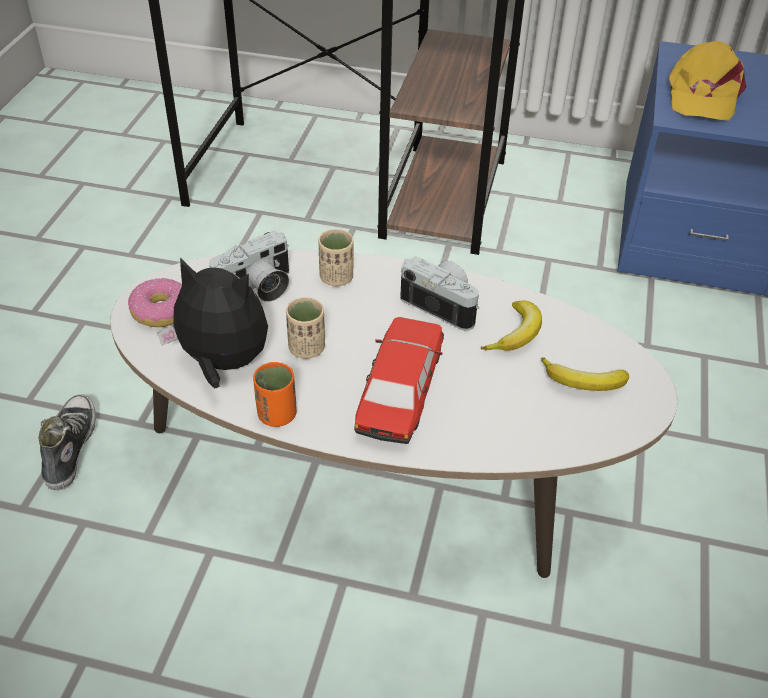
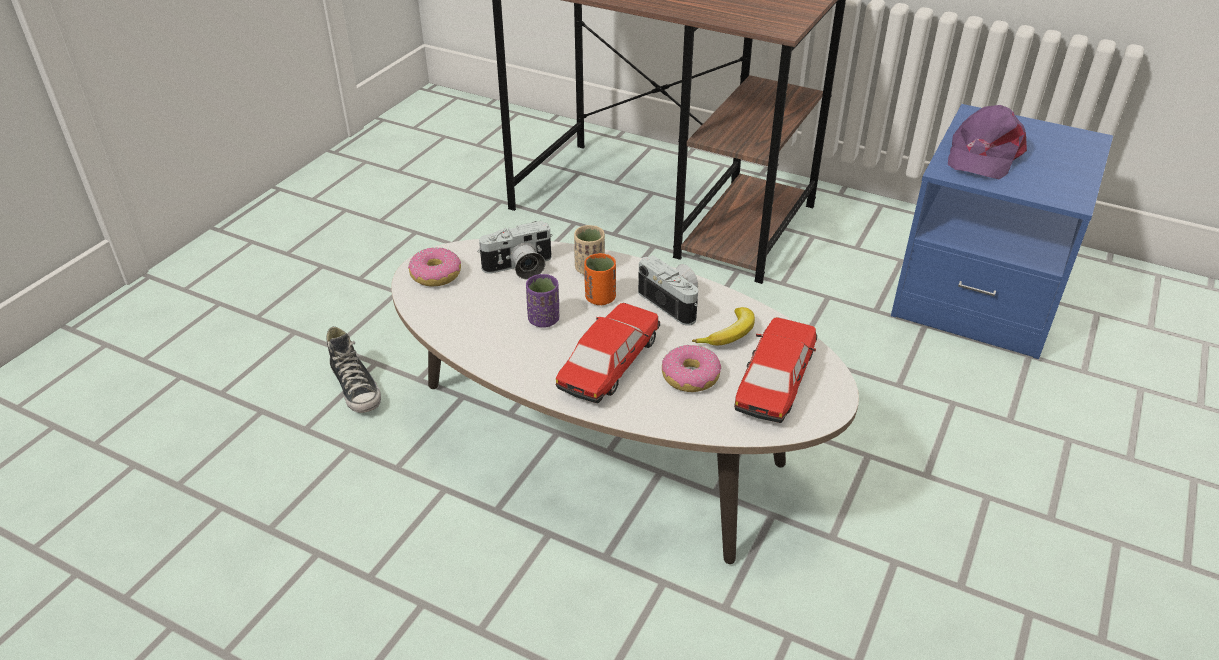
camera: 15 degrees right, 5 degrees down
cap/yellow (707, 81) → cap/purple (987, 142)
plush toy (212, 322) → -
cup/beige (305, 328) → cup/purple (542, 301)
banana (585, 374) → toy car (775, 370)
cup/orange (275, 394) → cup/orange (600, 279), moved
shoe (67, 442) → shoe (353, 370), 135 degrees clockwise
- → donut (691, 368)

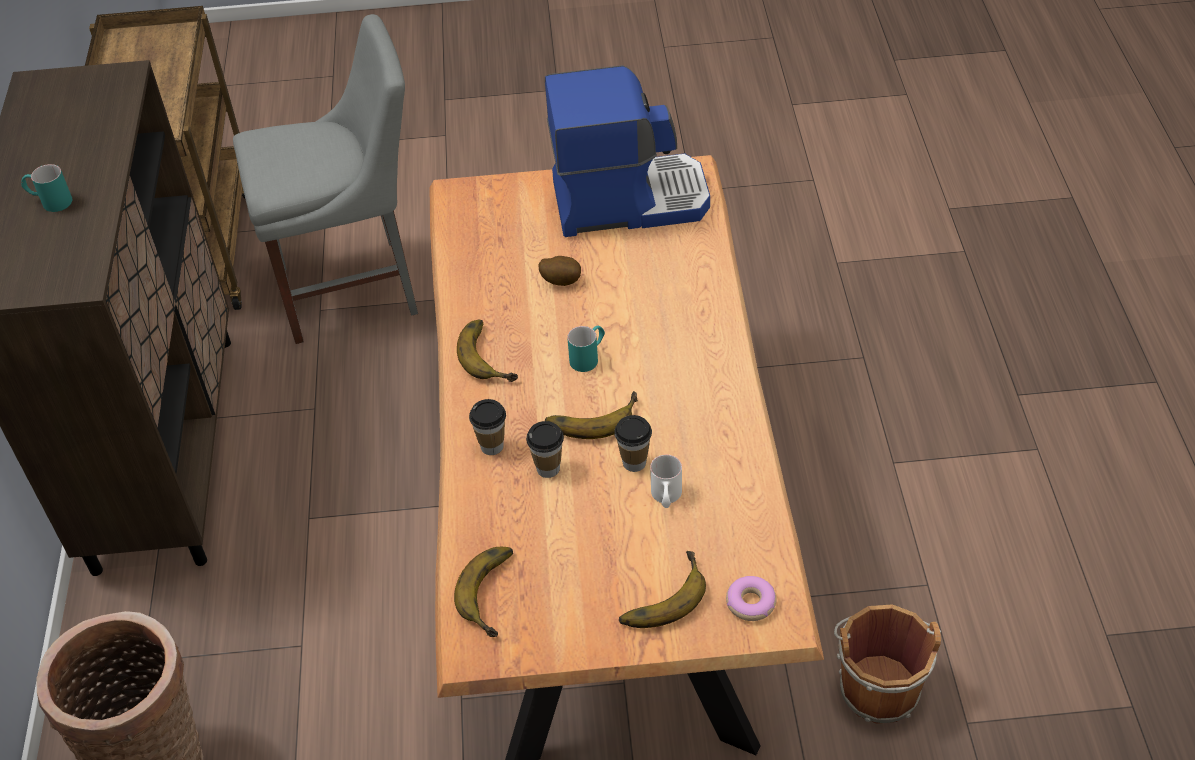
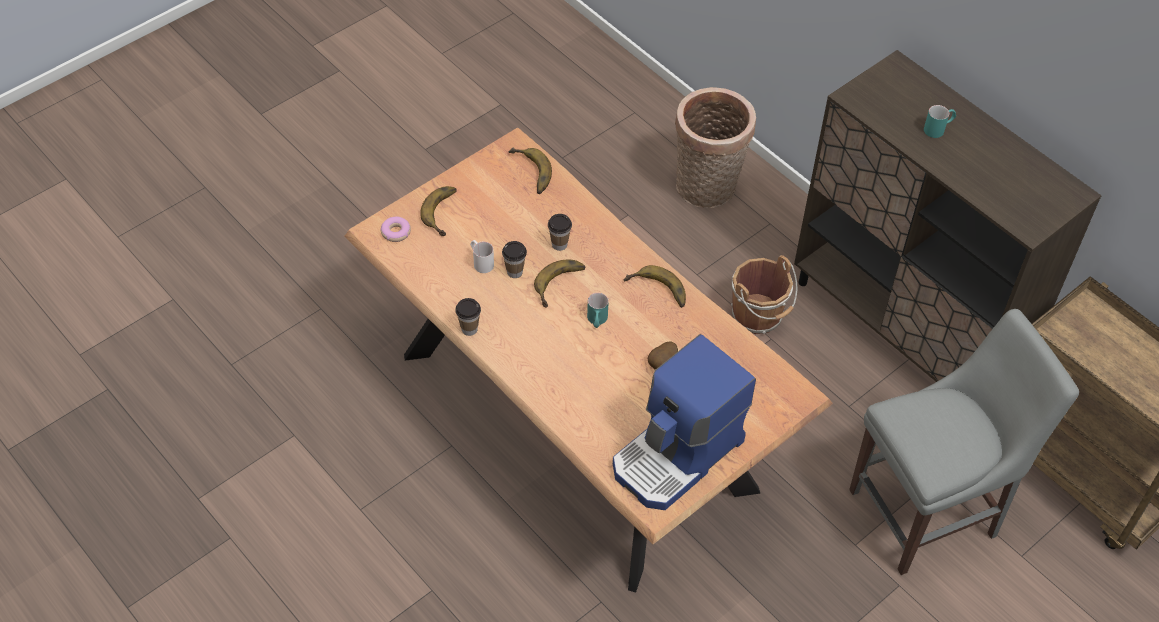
camera: 140 degrees right, 5 degrees up
chair/grey (325, 179) → chair/grey (964, 442), 150 degrees counterclockwise
cup (487, 427) → cup (468, 317), moved
bucket/brown (887, 664) → bucket/brown (764, 294), moved

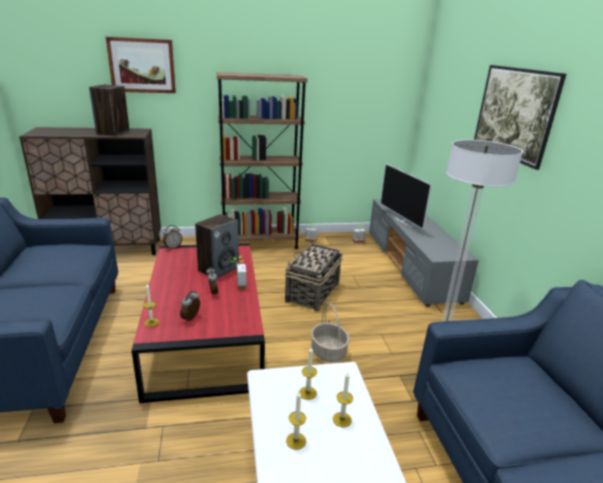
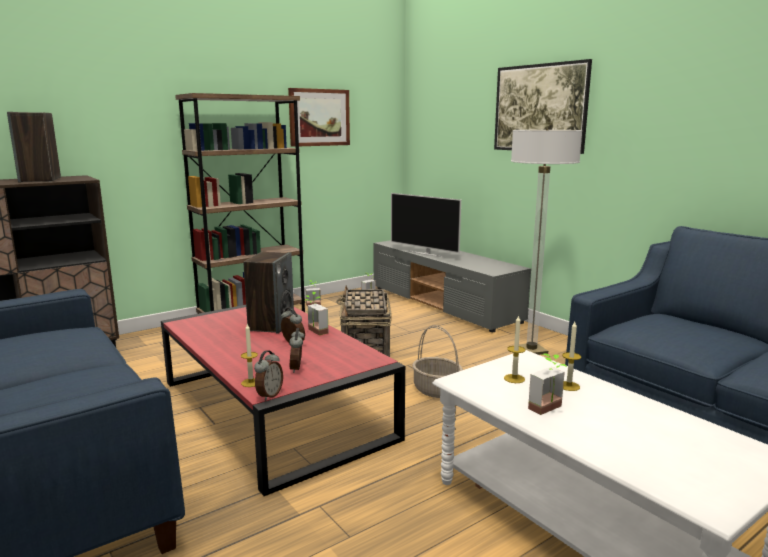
camera: 25 degrees left, 10 degrees down
picture (141, 65) → picture (319, 117), moved
alarm clock (172, 237) → alarm clock (268, 375), moved
candle (296, 421) → potted plant (547, 384)

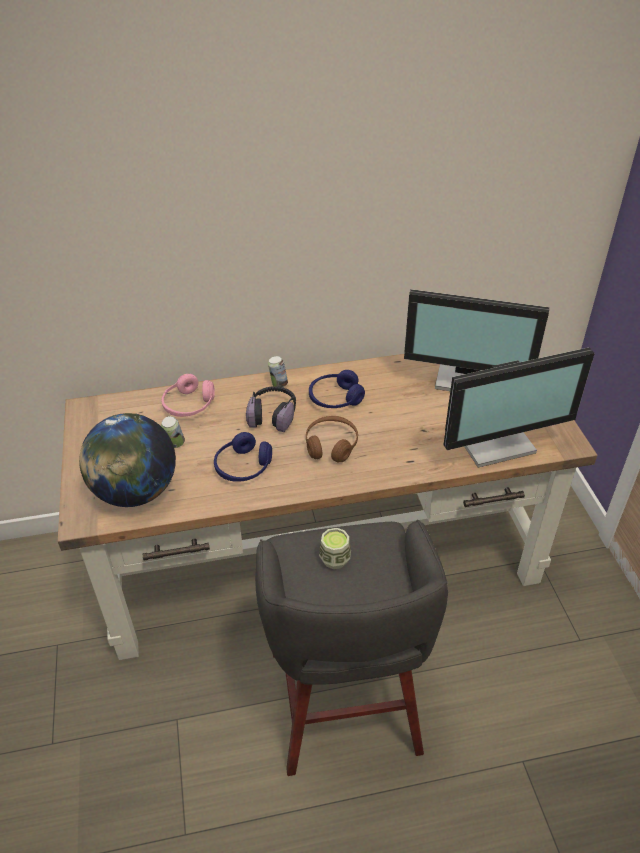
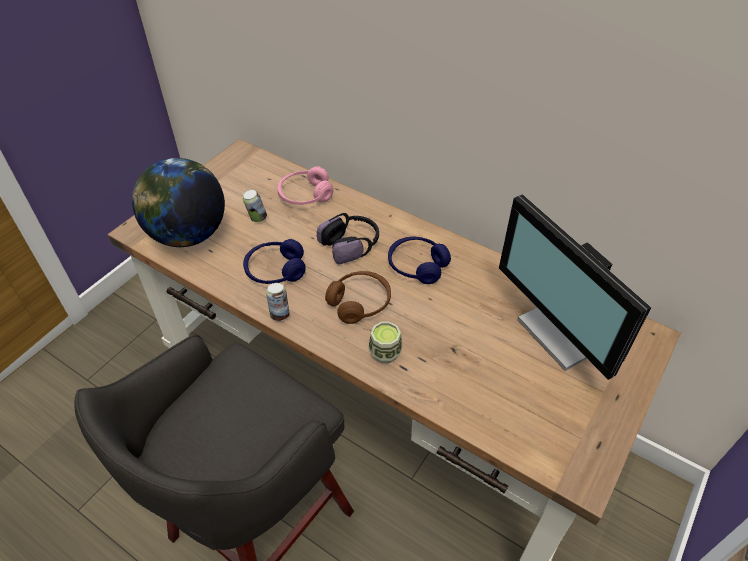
camera: 45 degrees right, 5 degrees up
monitor (519, 408) → -
can (278, 371) → can (278, 302), moved
cup (335, 548) → cup (385, 342), moved

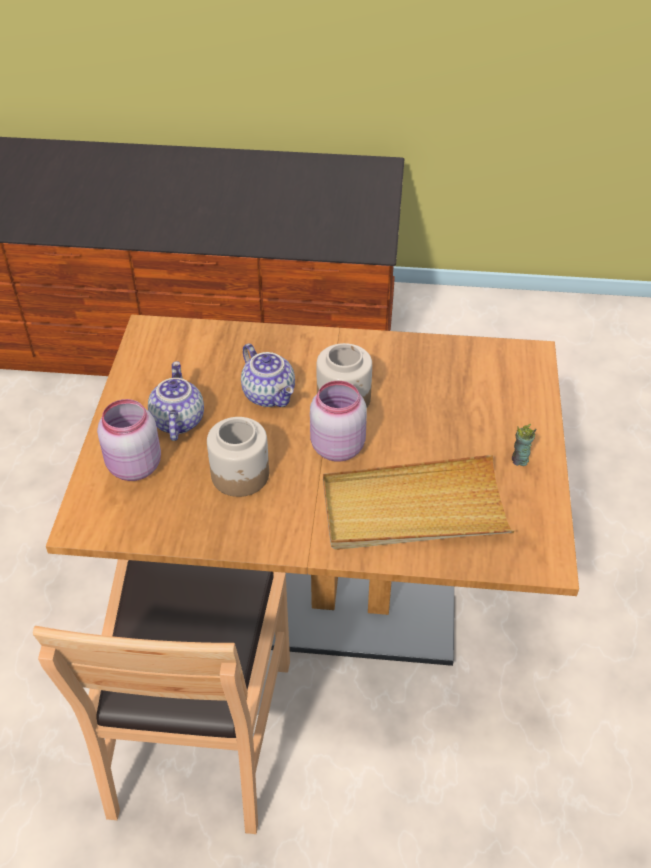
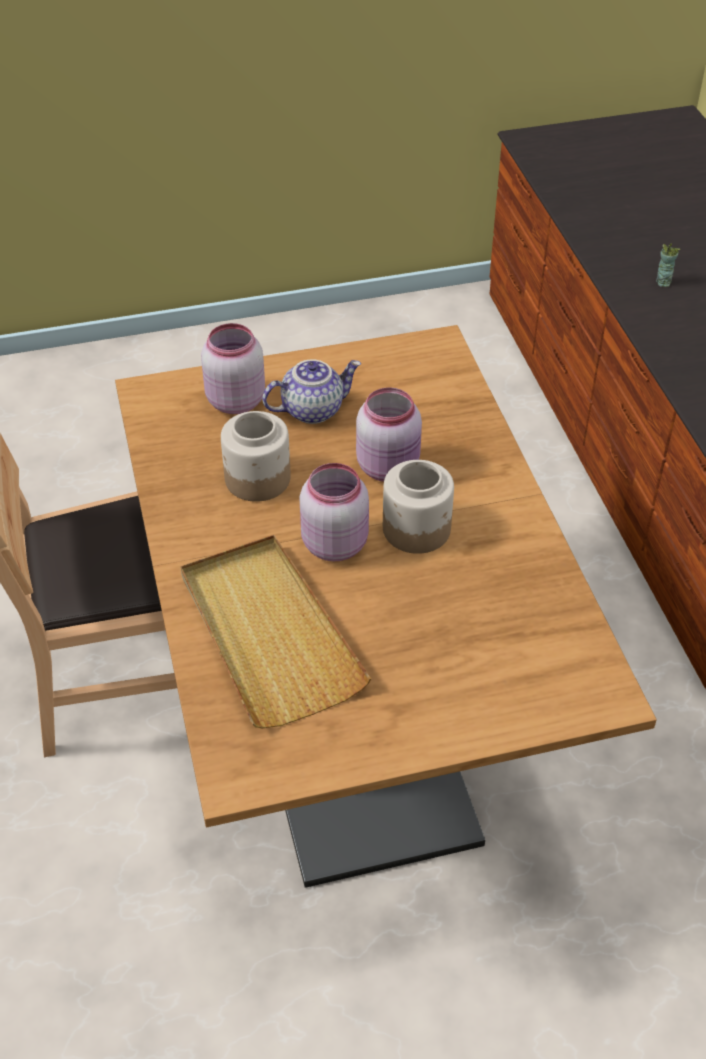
camera: 70 degrees right, 0 degrees up
teapot (268, 375) → jar/pink (389, 434)
cup (524, 445) → cup (668, 265), moved

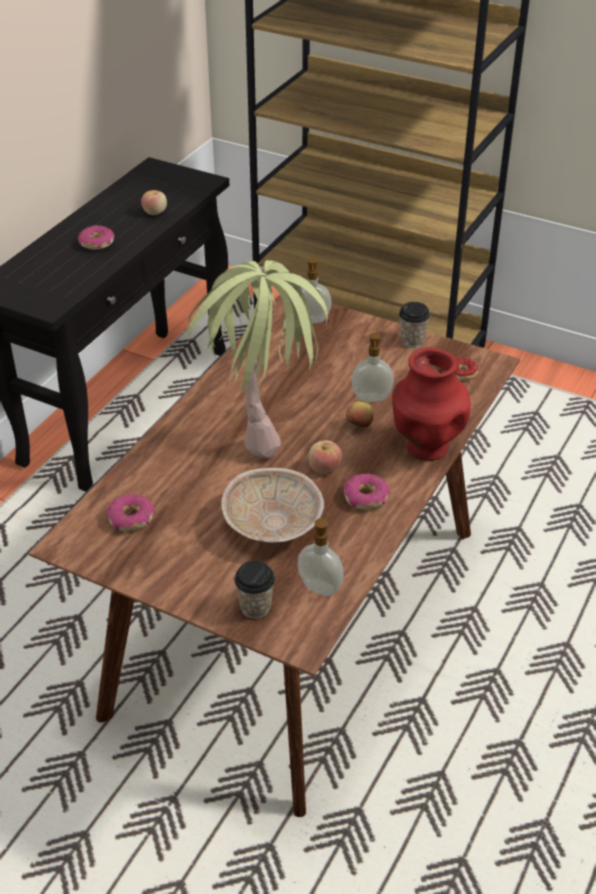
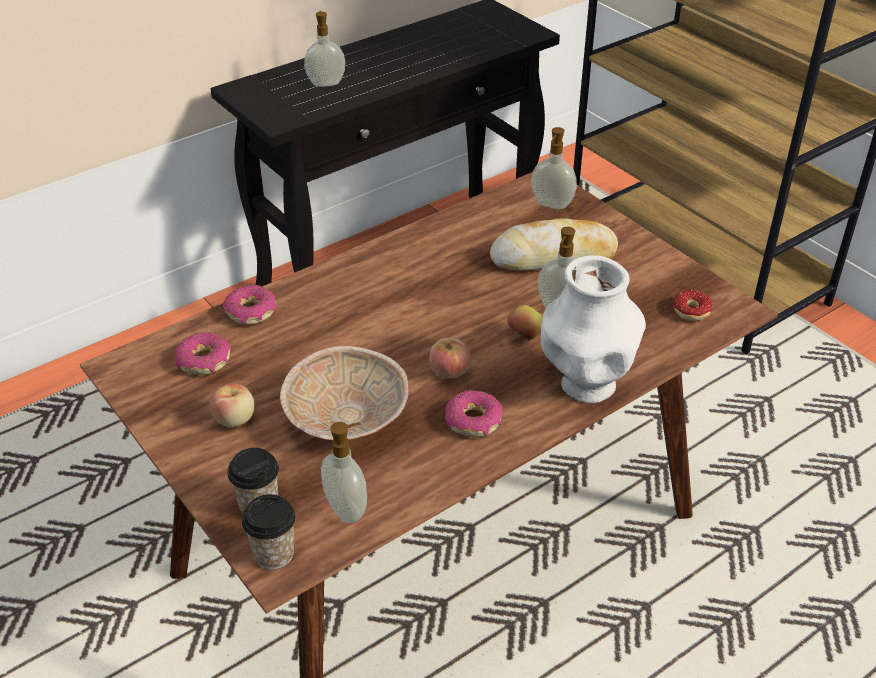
camera: 25 degrees right, 0 degrees up
apple (154, 202) → apple (232, 405), moved
donut (96, 237) → donut (249, 305), moved
potted plant (258, 359) → -
cup (414, 325) → cup (269, 531), moved
vase/red (431, 404) → vase/white (593, 329)
- → soap dispenser (324, 49)
- → bread (554, 244)

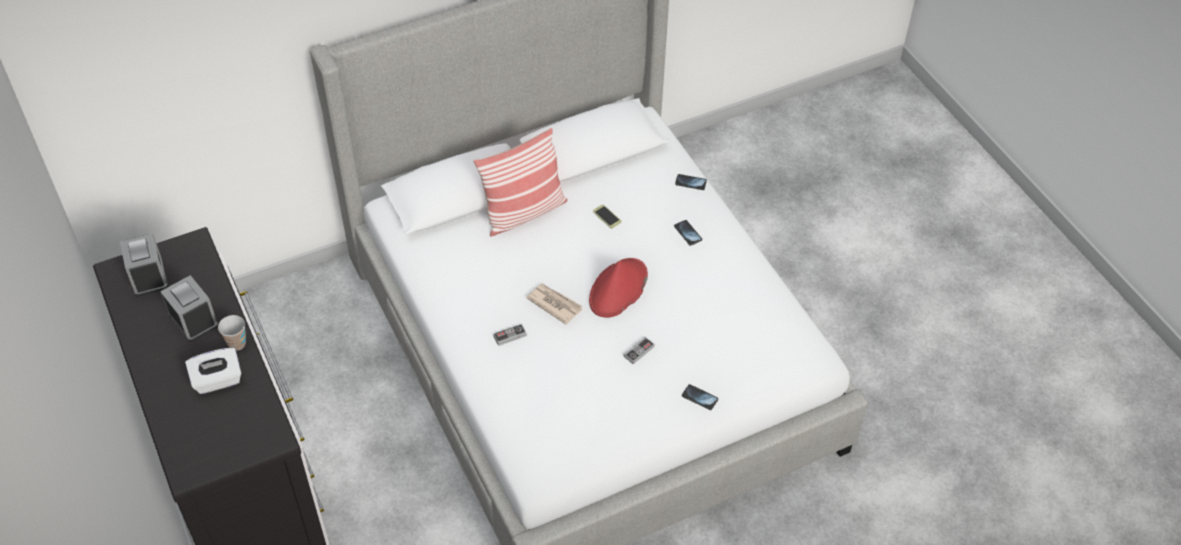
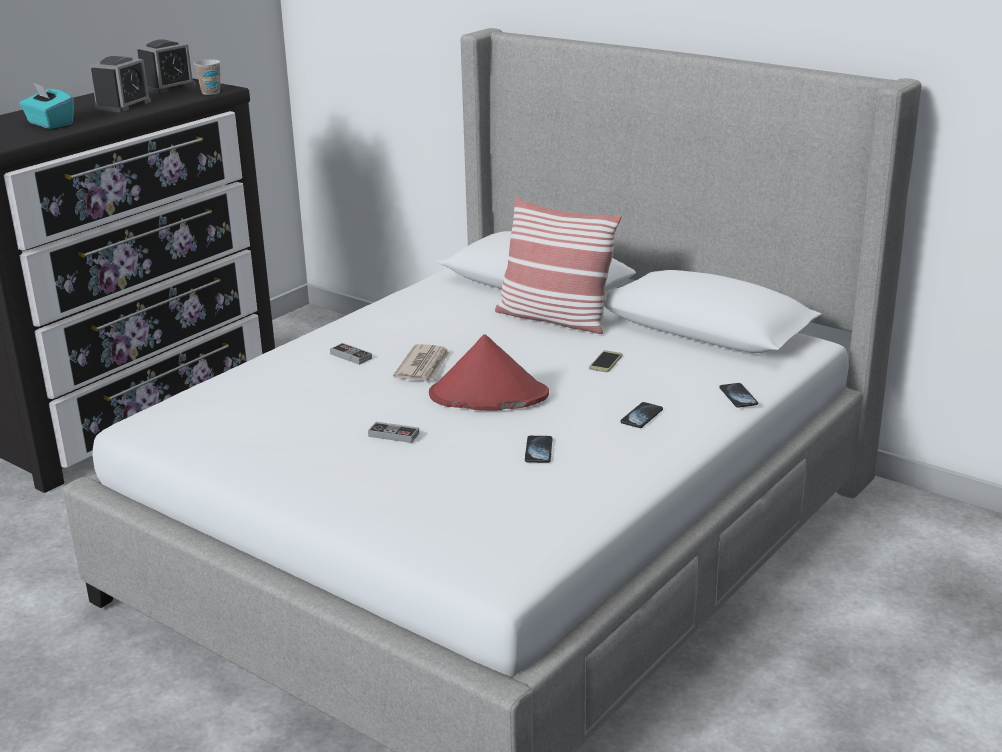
camera: 65 degrees right, 25 degrees down
cup (232, 333) → cup (207, 77), moved
tissue box/white (213, 371) → tissue box/turquoise (47, 106)
phone (700, 397) → phone (538, 449), moved

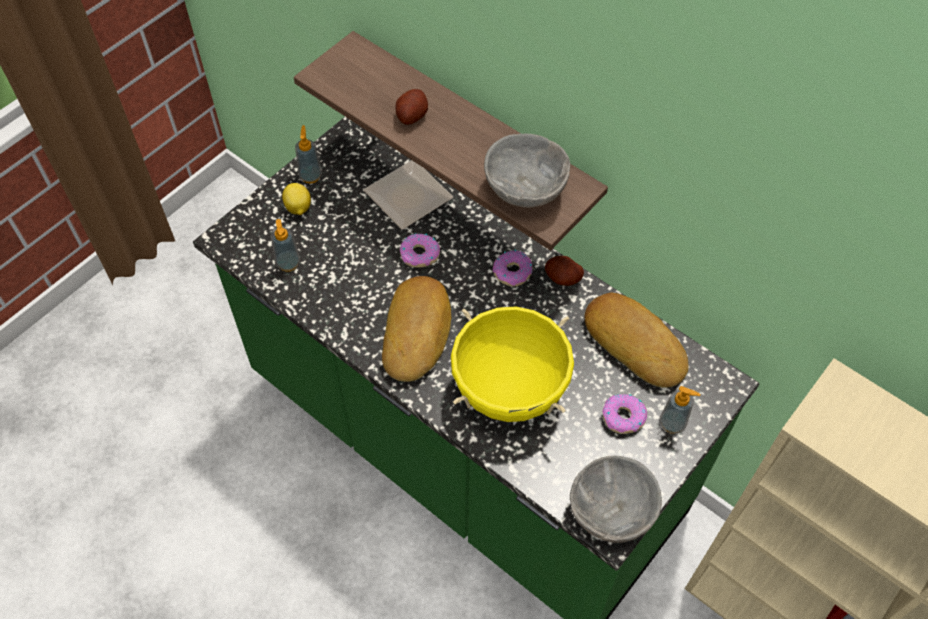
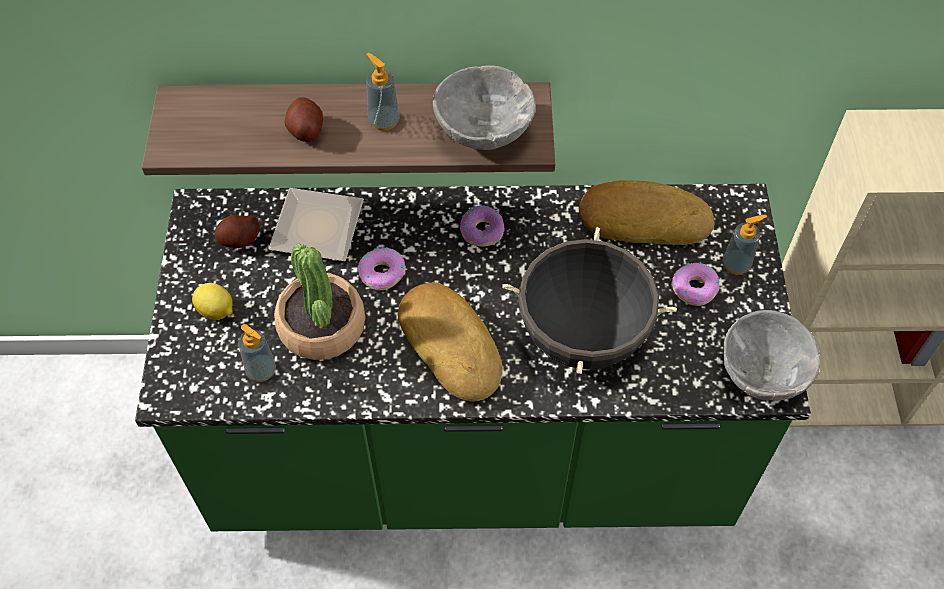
camera: 40 degrees left, 0 degrees up
soap dispenser (308, 154) → soap dispenser (383, 92), moved
potato (564, 271) → potato (237, 231), moved
cooking pot/yellow (512, 364) → cooking pot/black (589, 300)
- → potted plant (319, 301)

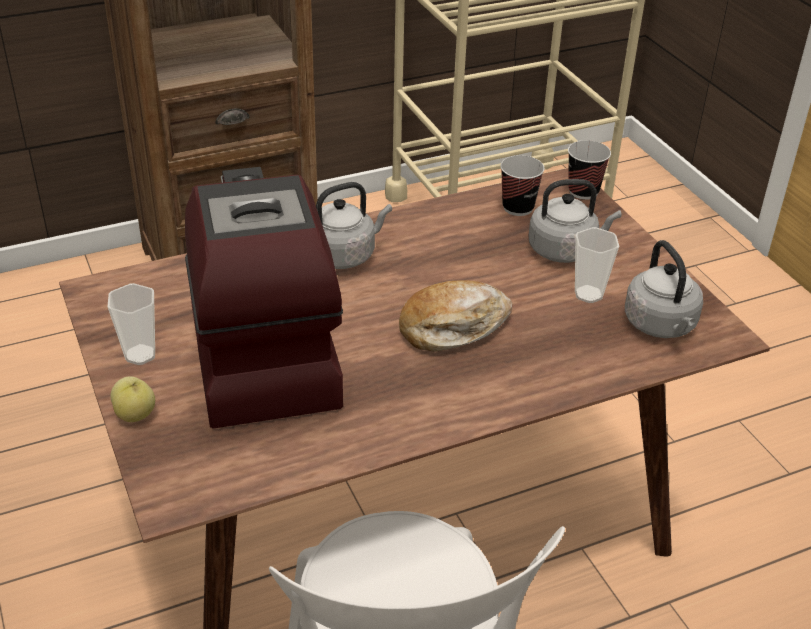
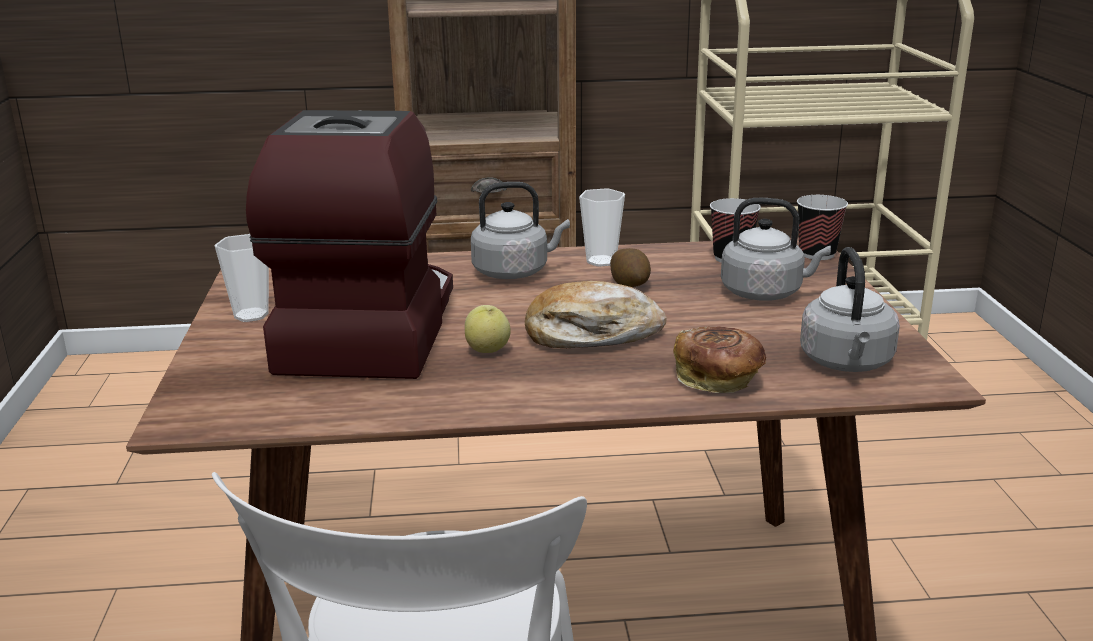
camera: 20 degrees right, 15 degrees down
cup (597, 265) → cup (602, 227), moved
apple (132, 399) → apple (488, 329), moved
- → potato (630, 267)
- → bread (719, 359)

